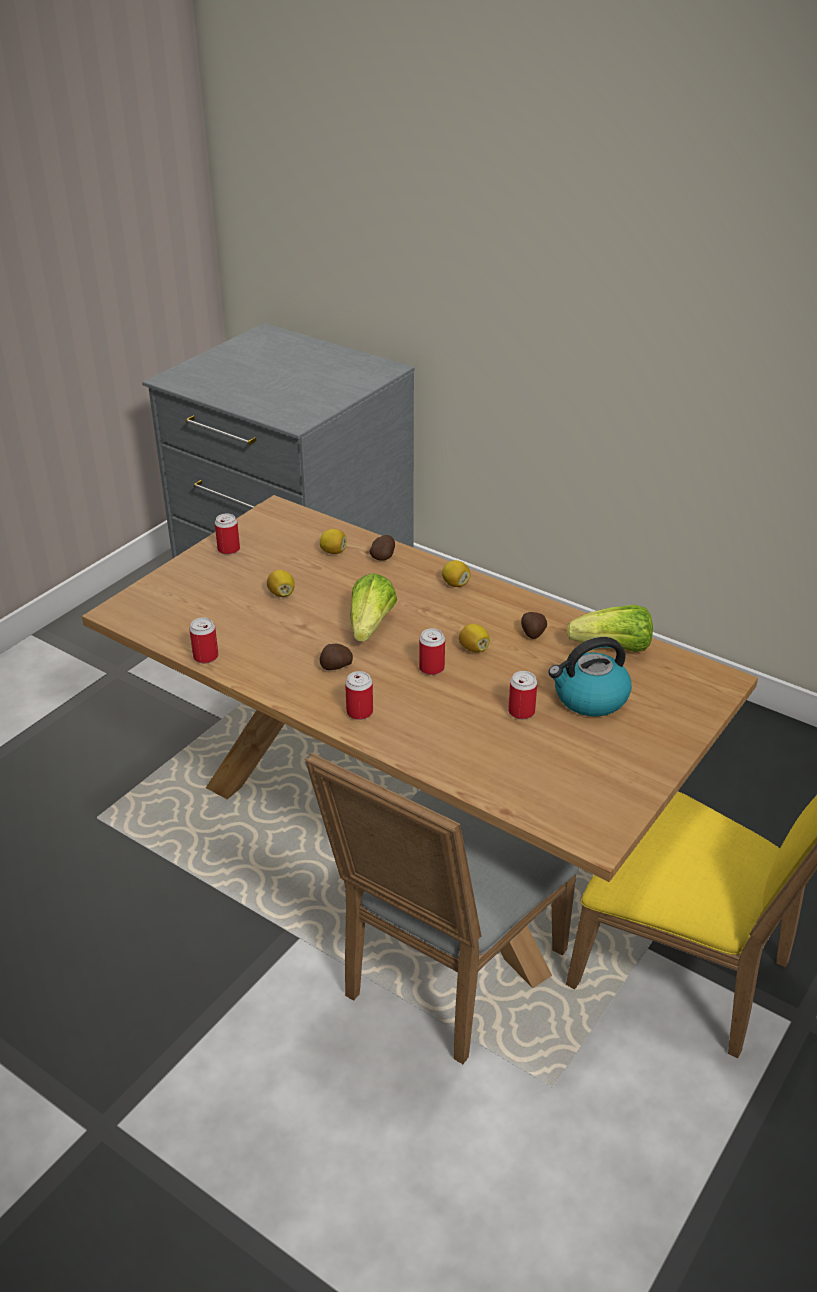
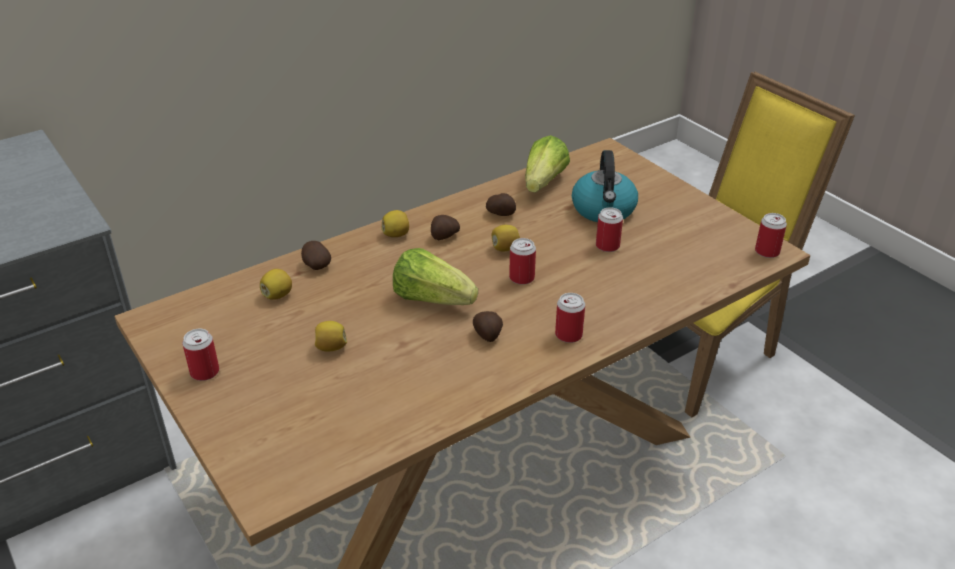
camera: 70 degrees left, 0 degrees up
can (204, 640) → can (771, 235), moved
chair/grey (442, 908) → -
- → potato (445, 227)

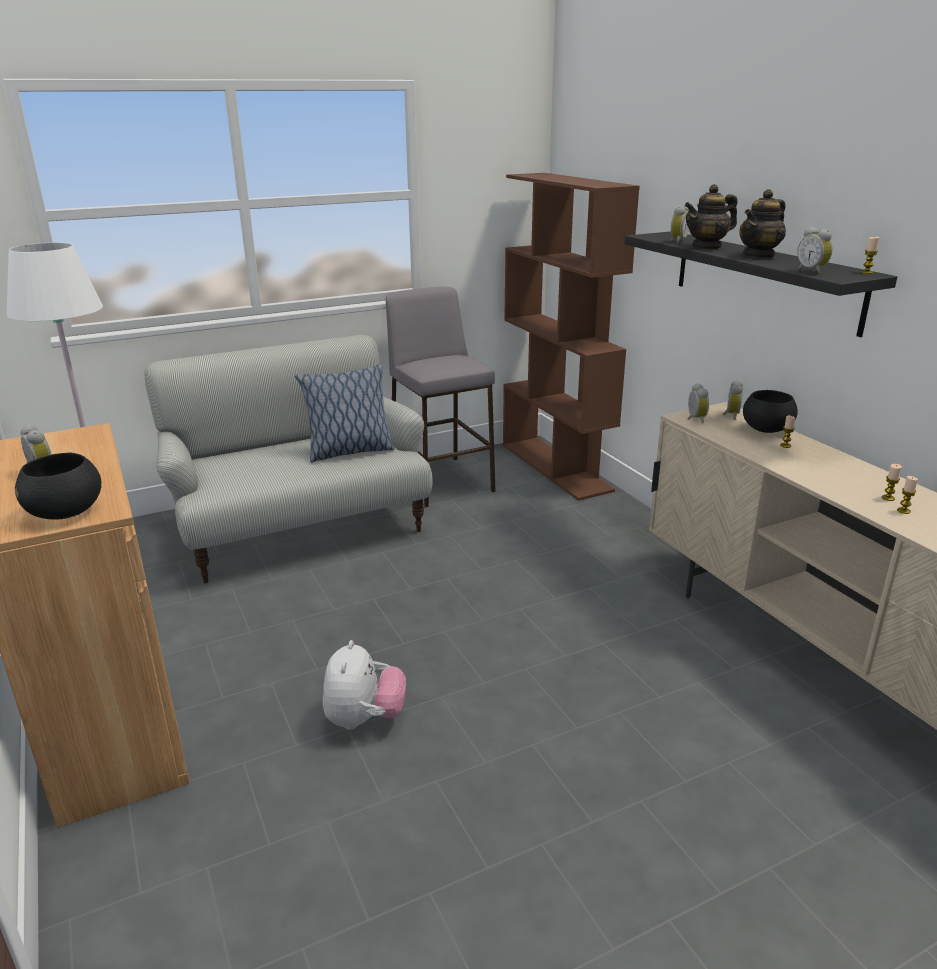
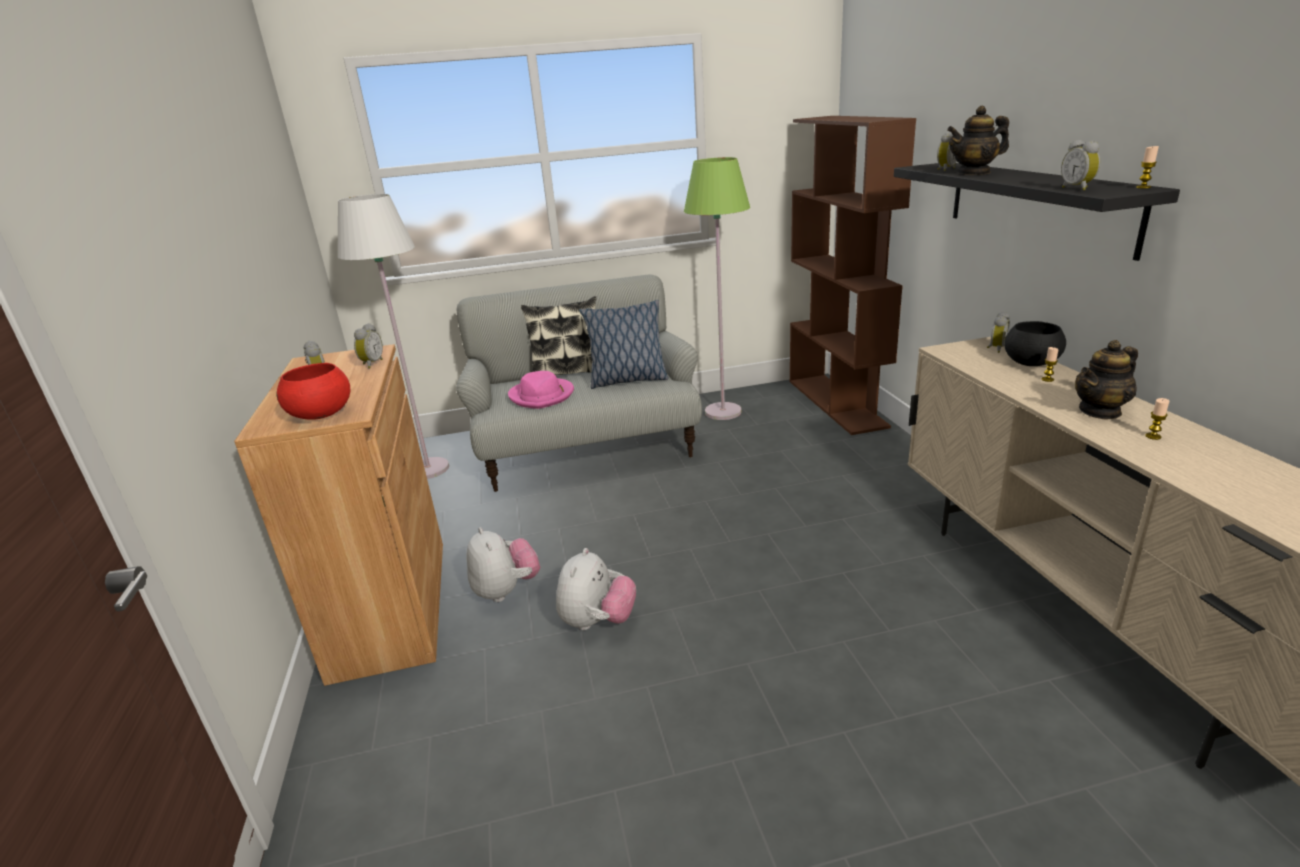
camera: 15 degrees right, 0 degrees up
teapot (763, 224) → teapot (1106, 380), moved
stool/grey (440, 397) → floor lamp/green (717, 288)
alarm clock (698, 403) → alarm clock (368, 345), moved
bowl/black (58, 486) → bowl/red (313, 391)
candle (907, 495) → -
- → pillow (558, 335)
- → hat/pink (541, 390)
- → plush toy (503, 564)

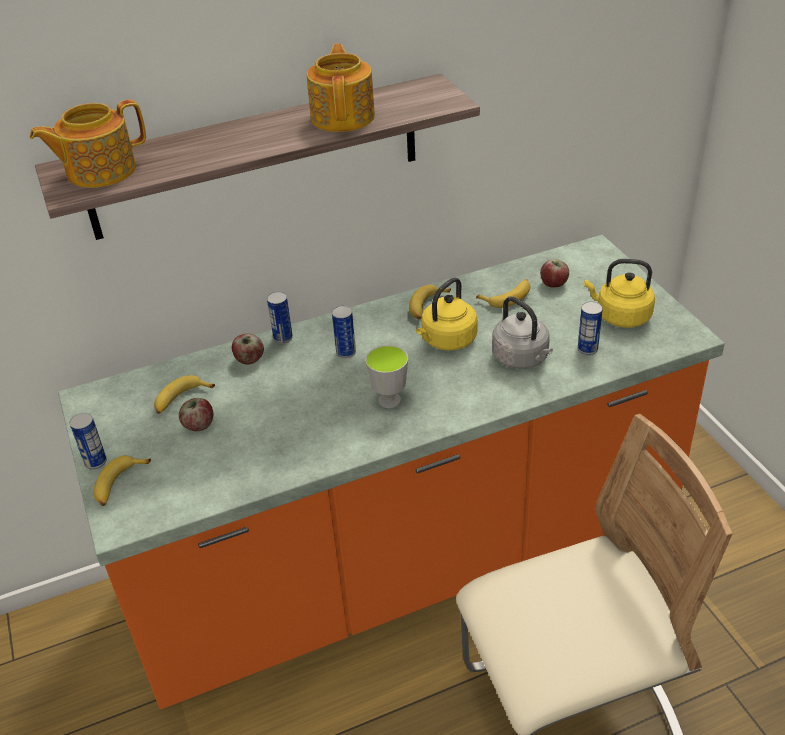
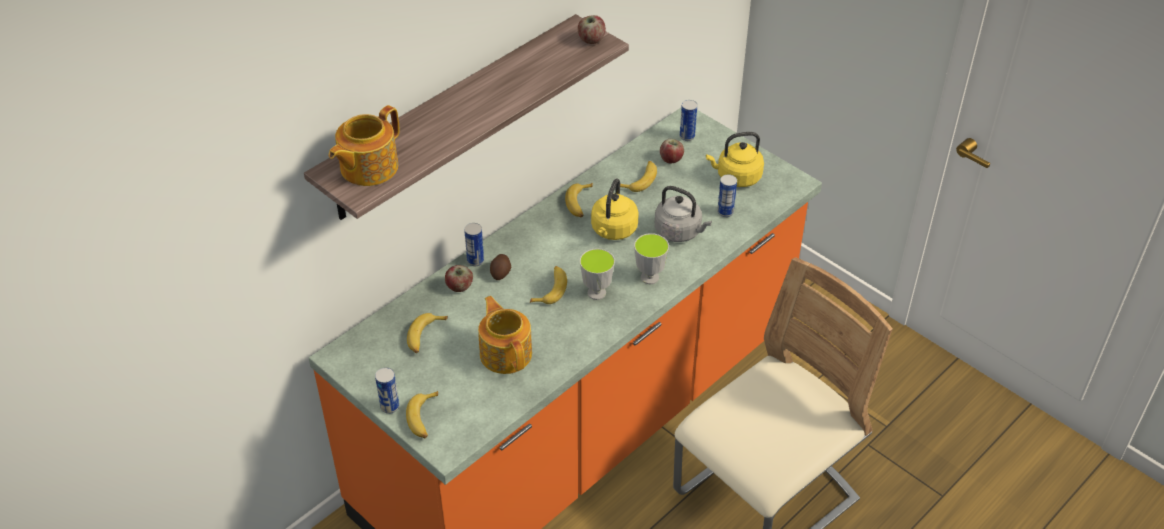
camera: 25 degrees left, 5 degrees up
teapot (341, 87) → teapot (505, 335), moved
can (344, 332) → can (688, 120), moved
apple (196, 414) → apple (592, 29), moved
- → cup (651, 258)
- → potato (500, 267)
- → banana (548, 285)

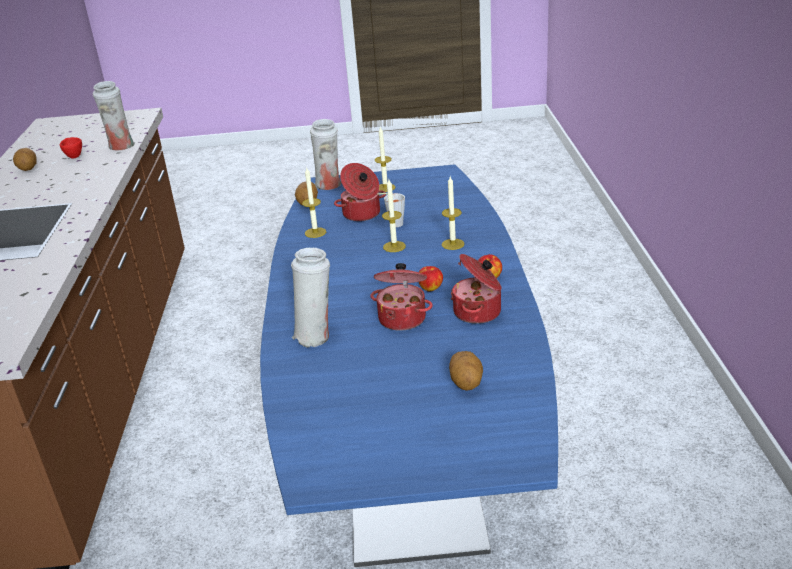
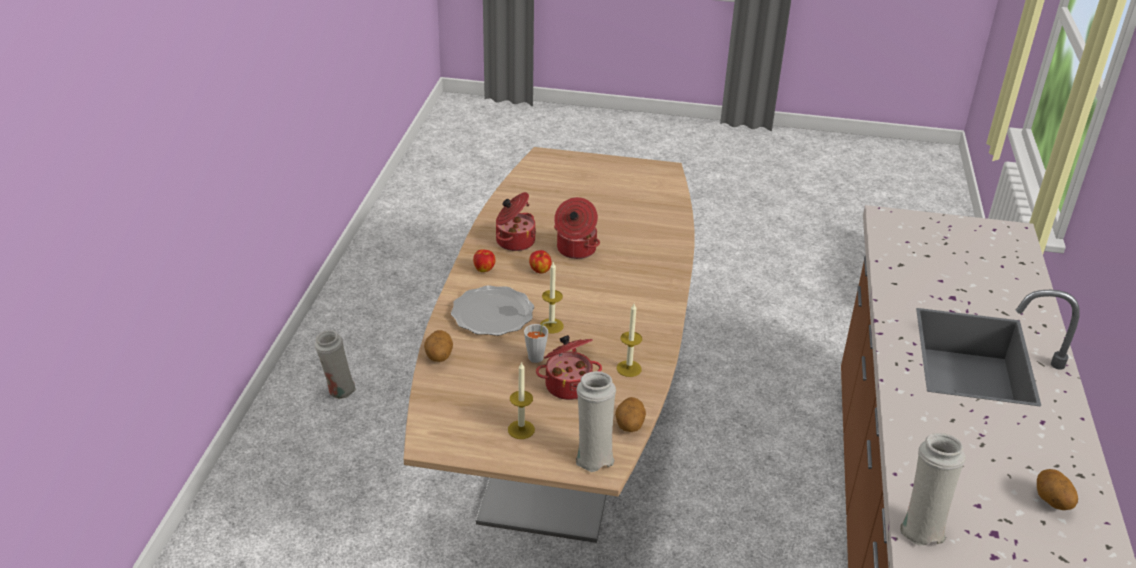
camera: 170 degrees left, 5 degrees up
cup/red (71, 148) → -
dining table/blue (409, 365) → dining table/brown (549, 345)
candle (453, 213) → plate (492, 310)
vase/white (310, 298) → vase/white (335, 364), moved
potato (466, 371) → potato (438, 346), moved

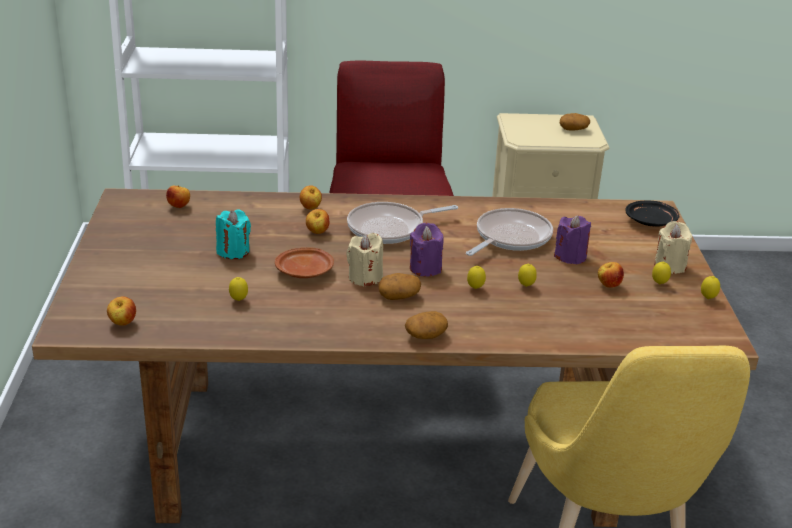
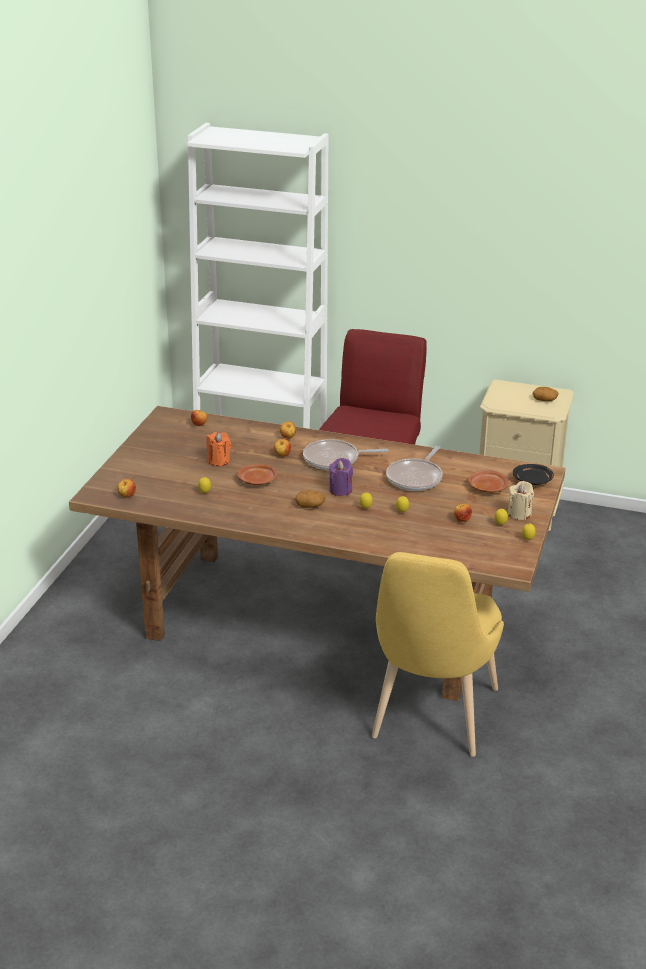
camera: 20 degrees right, 0 degrees up
frying pan (509, 232) → frying pan (414, 468), 150 degrees clockwise
candle/turquoise (233, 234) → candle/orange (219, 449)
candle/purple (572, 240) → -
candle/beige (364, 260) → -
potato (426, 325) → -
- → plate/brown (488, 481)

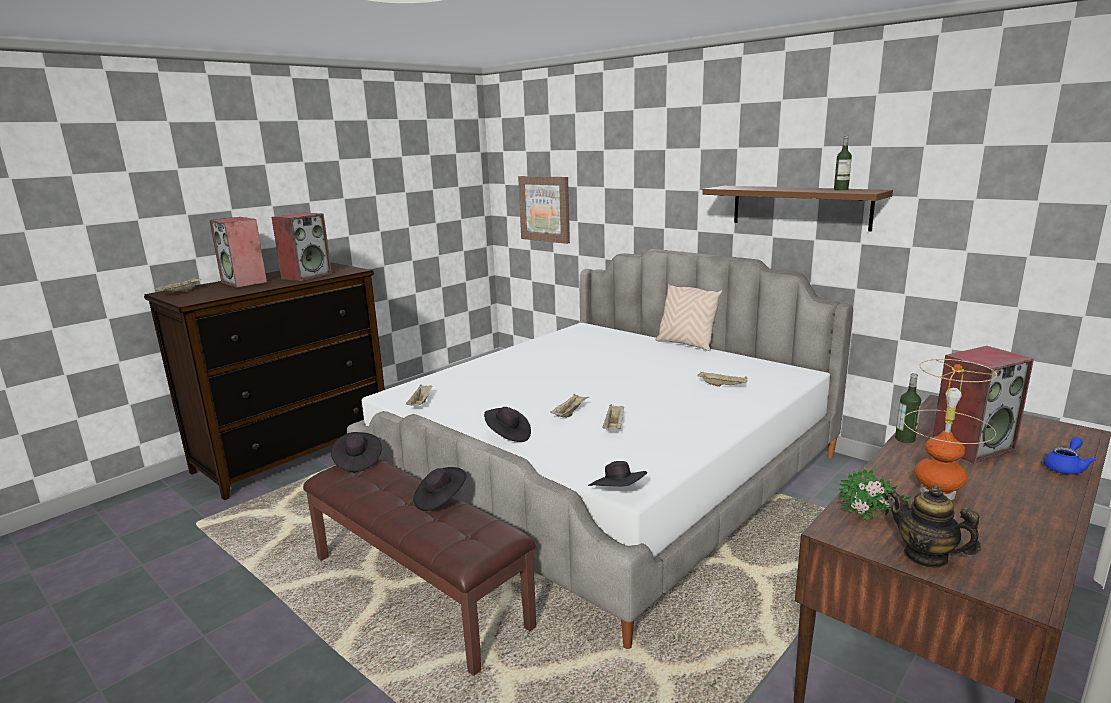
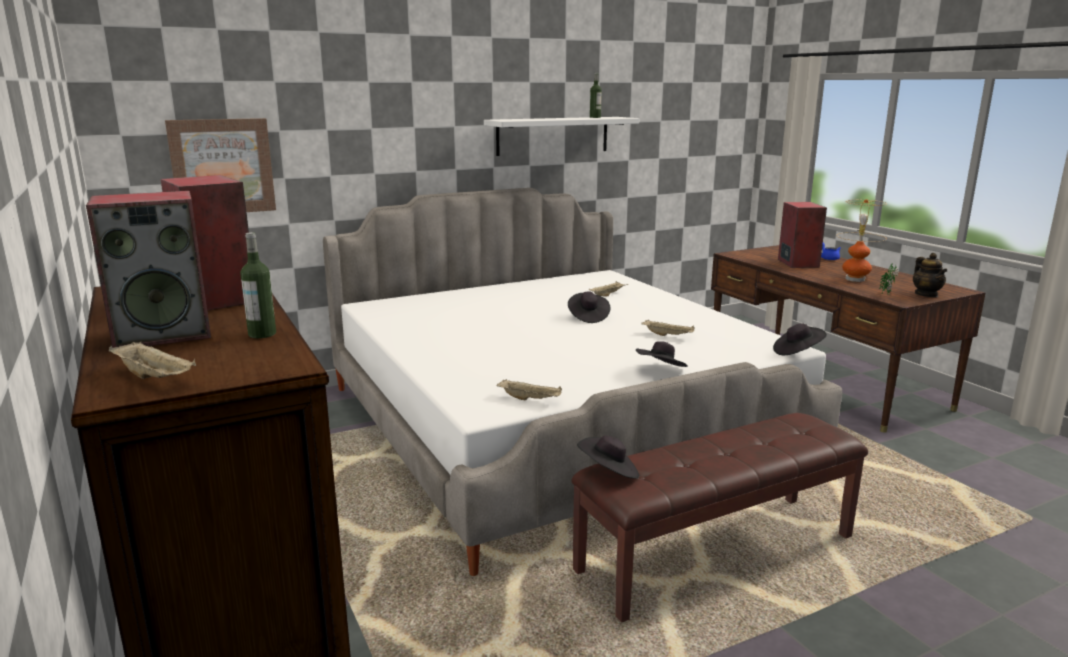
camera: 70 degrees left, 0 degrees up
shelf/brown (797, 208) → shelf/white (561, 136)
pillow/beige (689, 317) → -
bottle (908, 408) → bottle (258, 285), moved
tray/beige (569, 406) → -
hat/black (439, 489) → hat/black (589, 307), moved
teapot (934, 526) → teapot (930, 275), 75 degrees counterclockwise

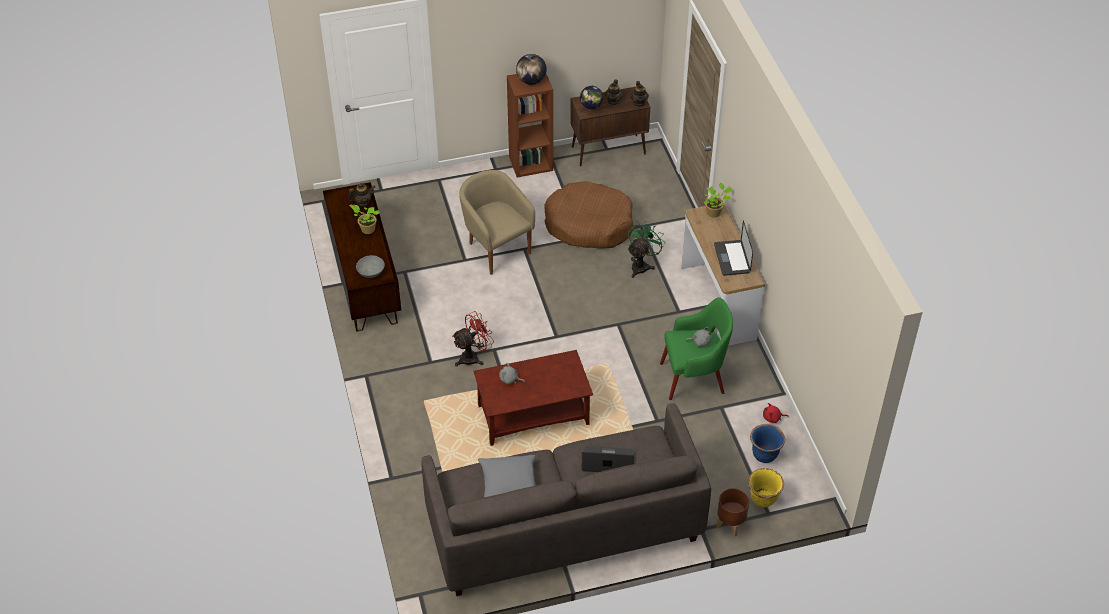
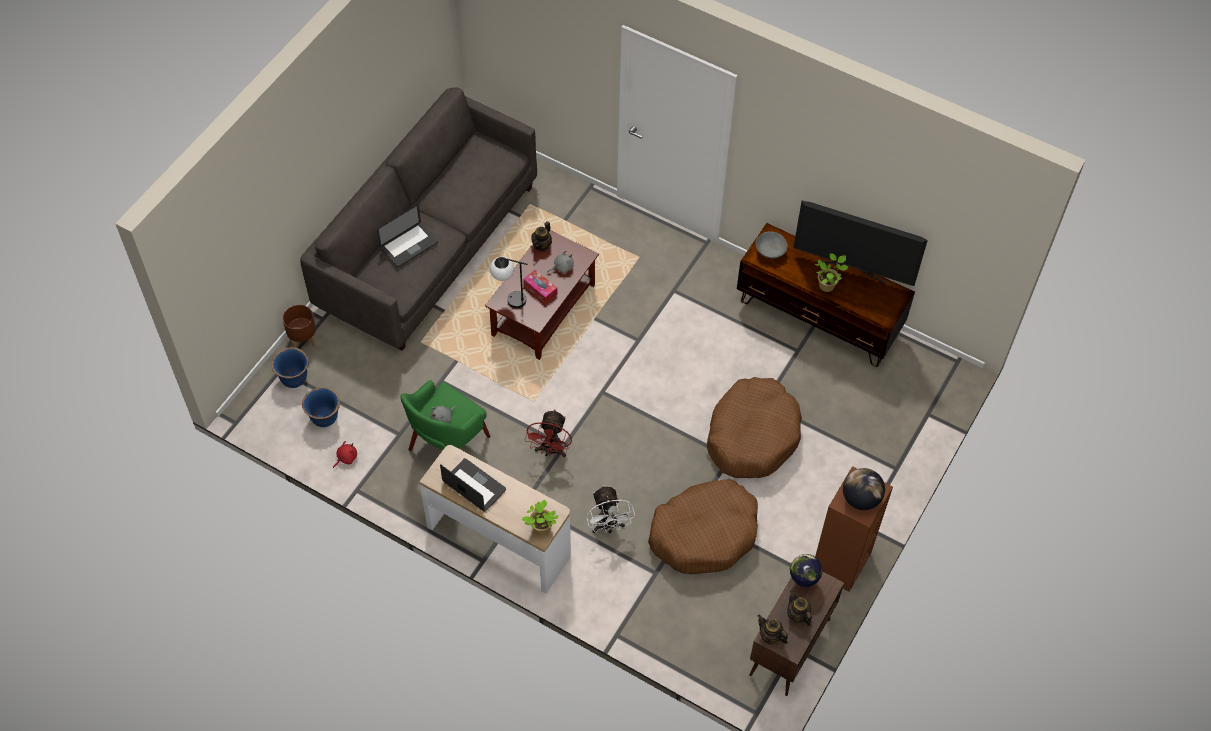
camera: 135 degrees right, 10 degrees up
armchair/beige (497, 222) → dog bed/brown (754, 427)
teapot (361, 195) → teapot (541, 236), moved
fan/green (646, 249) → fan/white (610, 509)
fan/red (473, 338) → fan/red (548, 433), moved
pillow/grey (507, 476) → -
planter/yellow (766, 487) → planter/blue (290, 367)
- → television (860, 243)
- → table lamp (508, 282)
- → tissue box (540, 286)

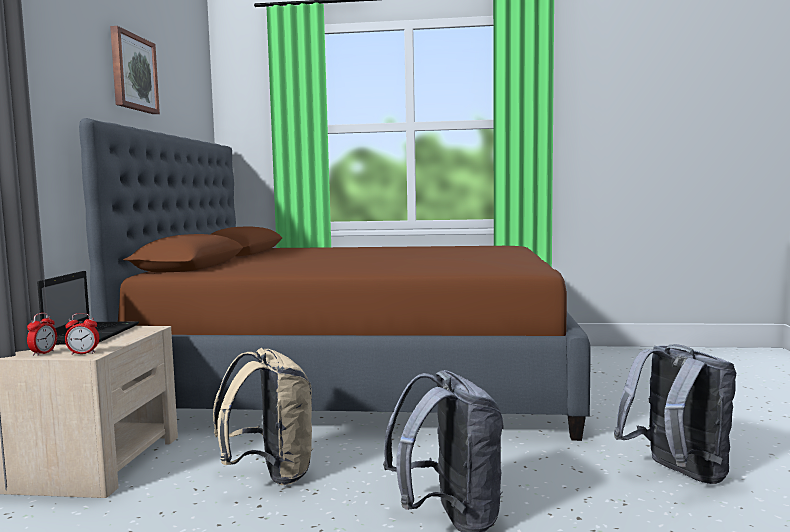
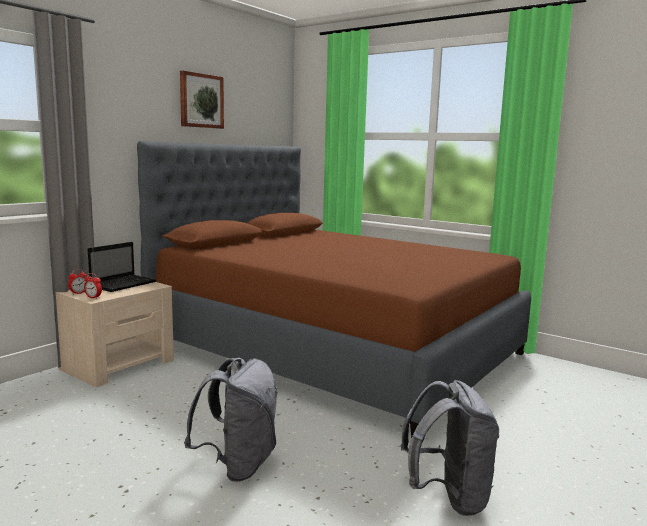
camera: 30 degrees right, 5 degrees up
backpack/beige (263, 416) → -

